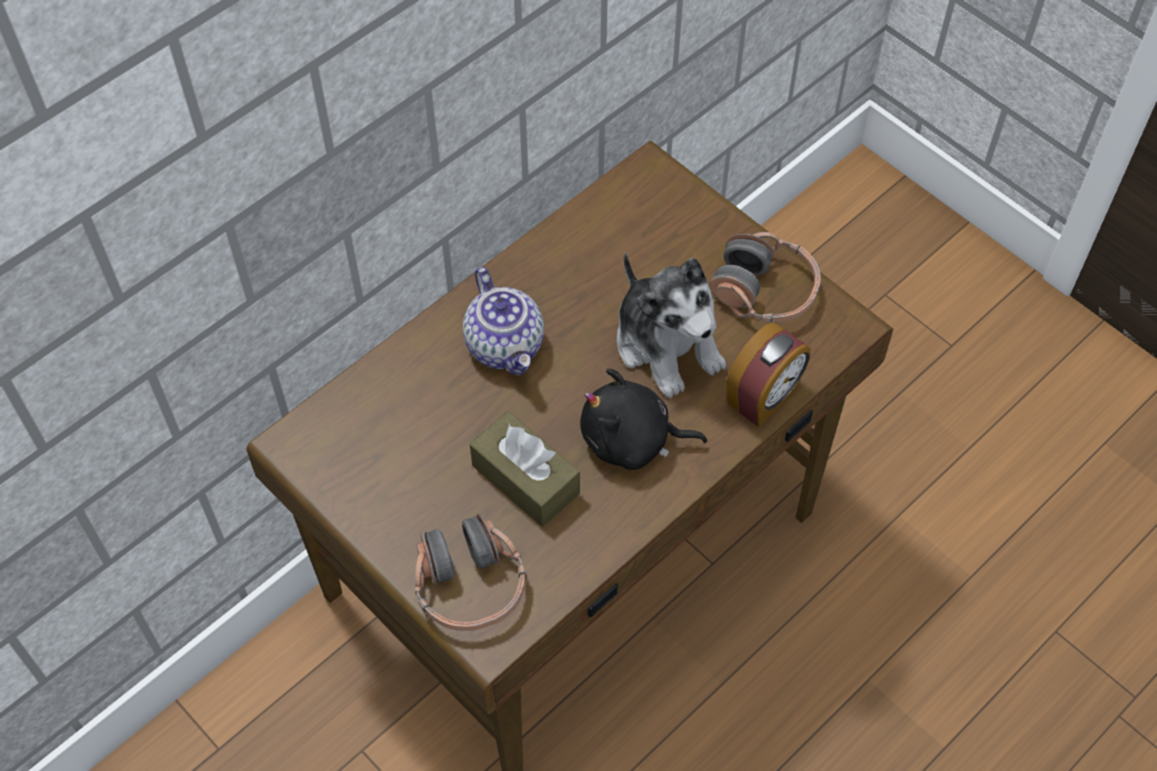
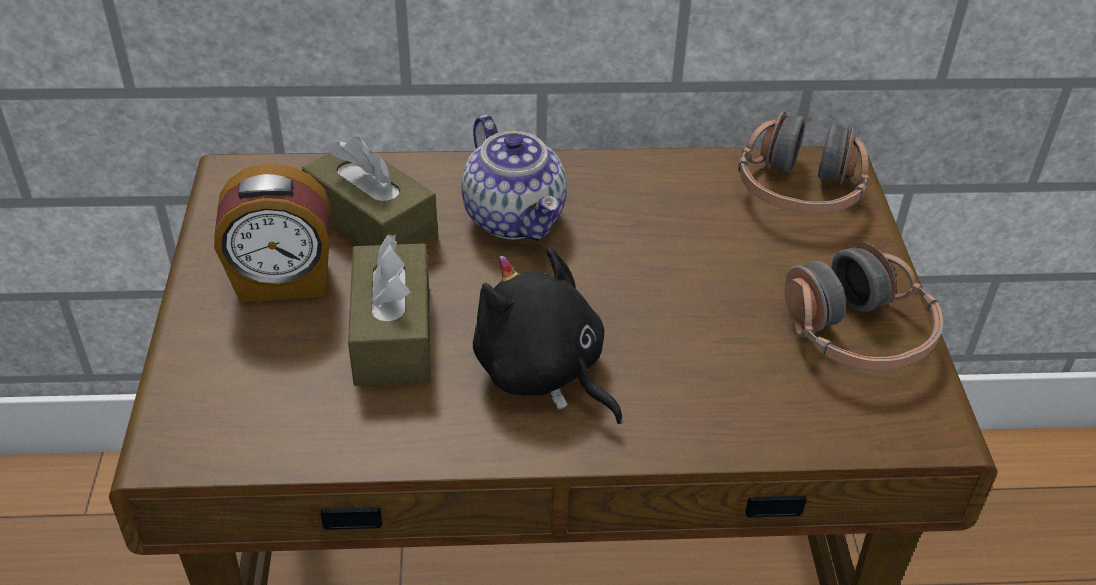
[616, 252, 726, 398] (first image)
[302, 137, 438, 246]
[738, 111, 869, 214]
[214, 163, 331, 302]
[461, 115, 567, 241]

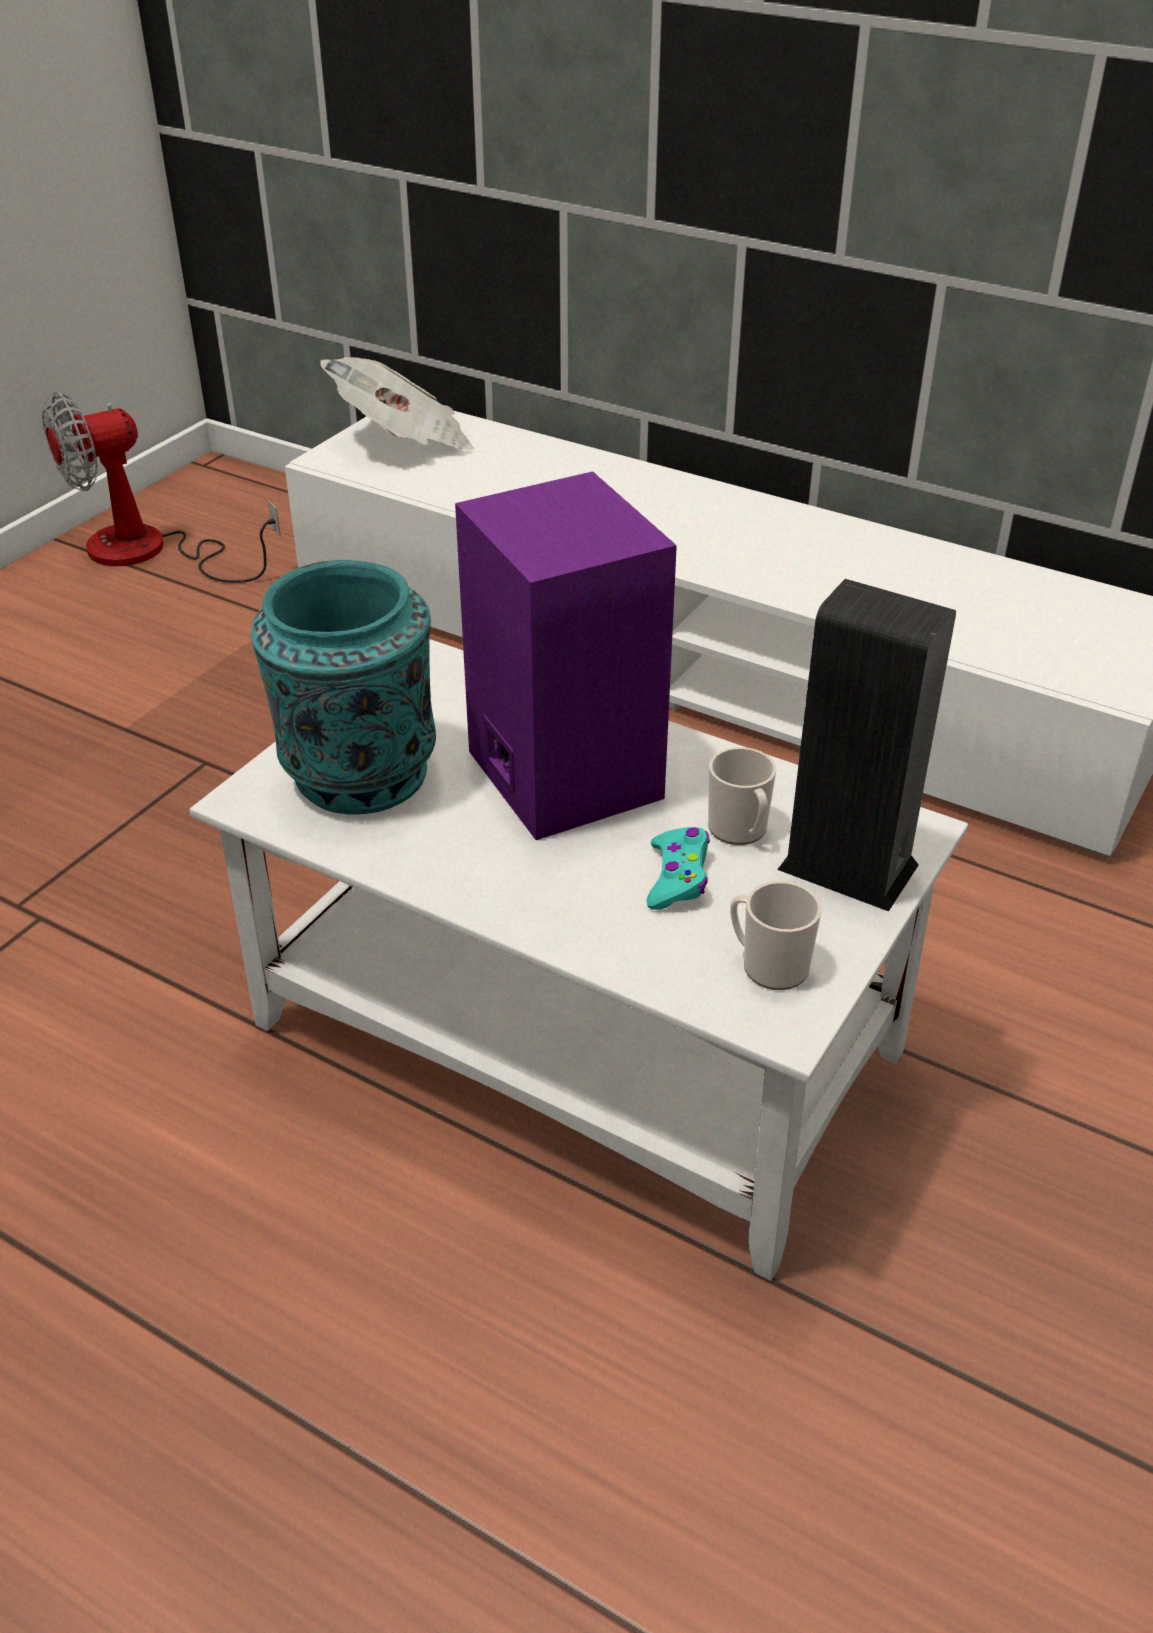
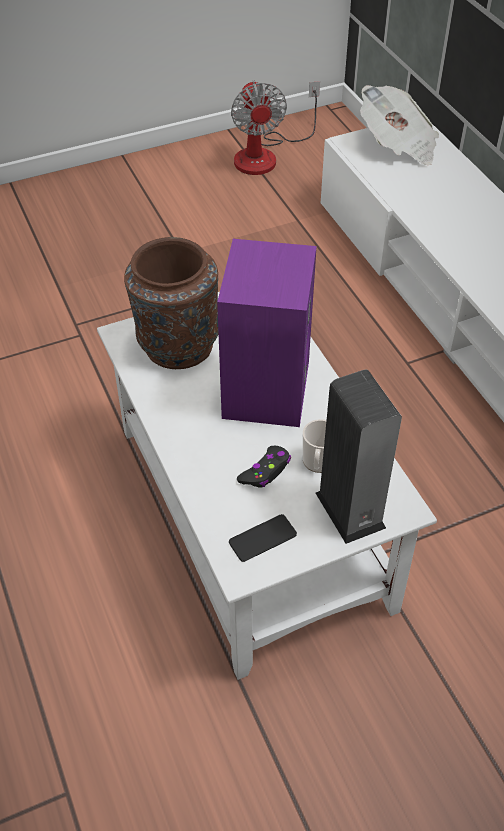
[229, 514, 297, 562]
[124, 237, 218, 369]
[237, 446, 291, 487]
[231, 80, 320, 175]

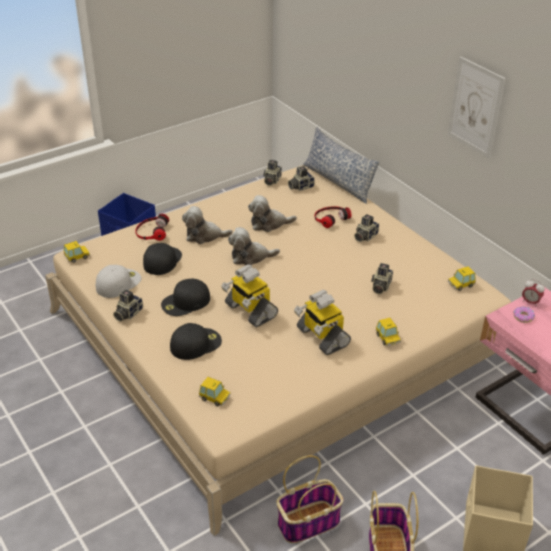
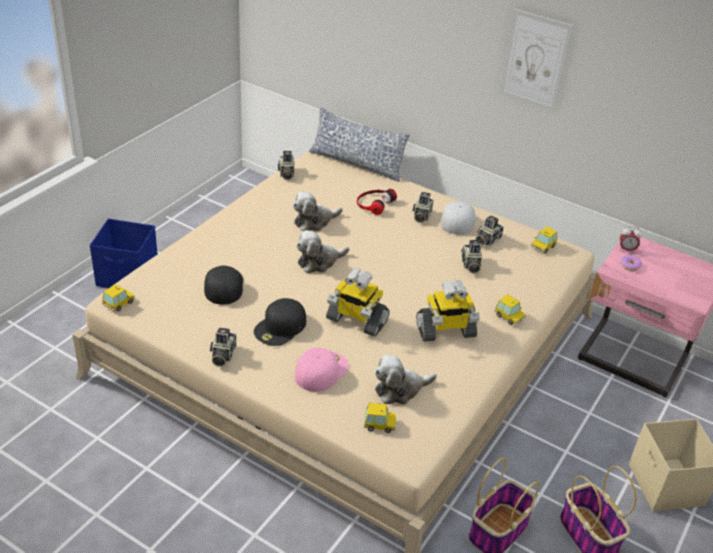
[135, 214, 169, 241] (first image)
[441, 202, 477, 235]
[375, 354, 437, 404]
[475, 215, 504, 246]
[295, 348, 349, 392]
[416, 280, 480, 342]

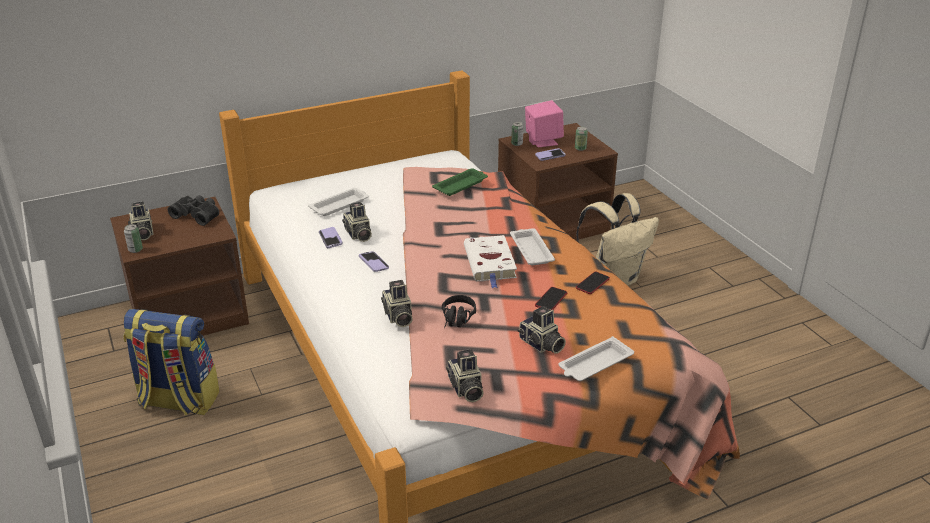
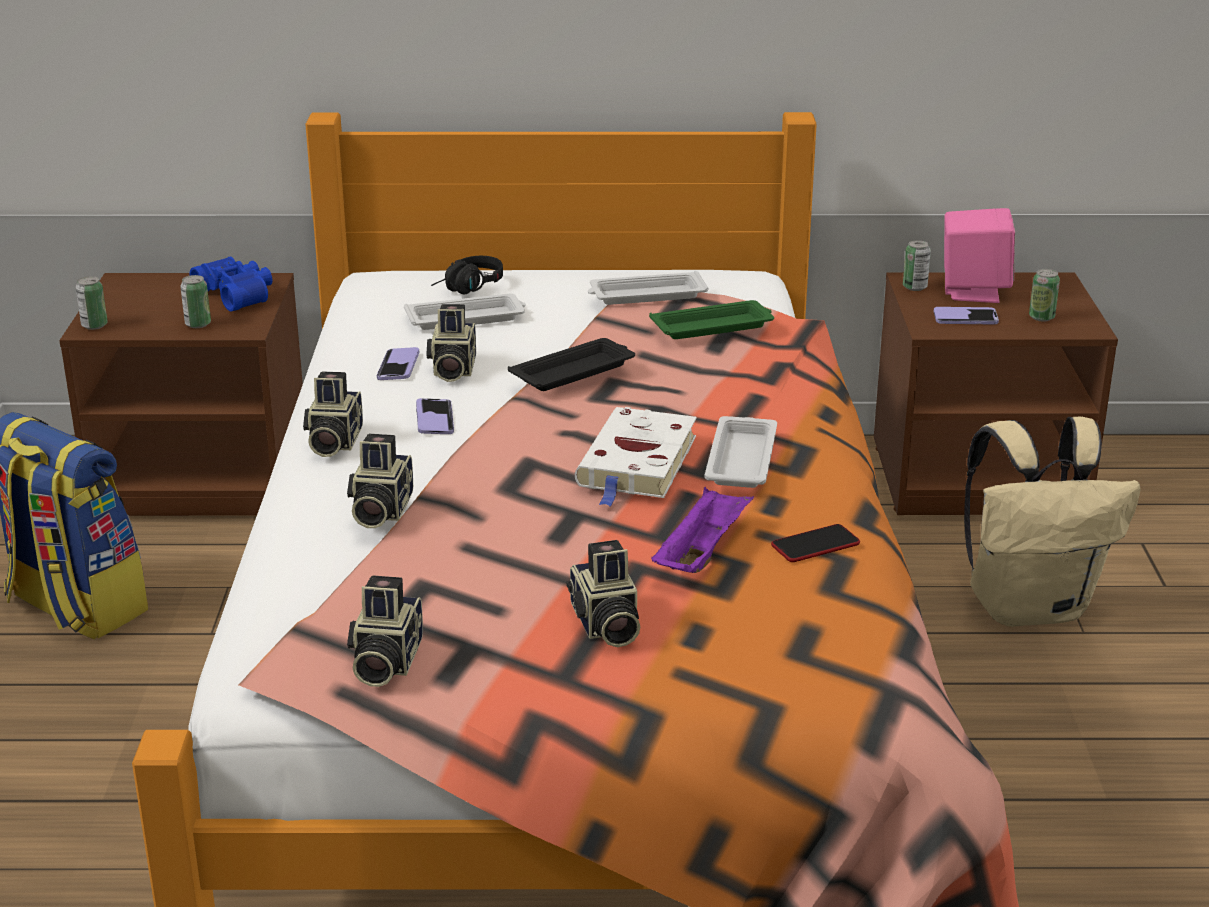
[180, 275, 211, 328]
[508, 338, 635, 391]
[303, 371, 363, 457]
[431, 256, 503, 295]
[588, 271, 709, 305]
[651, 487, 754, 573]
[189, 256, 272, 312]

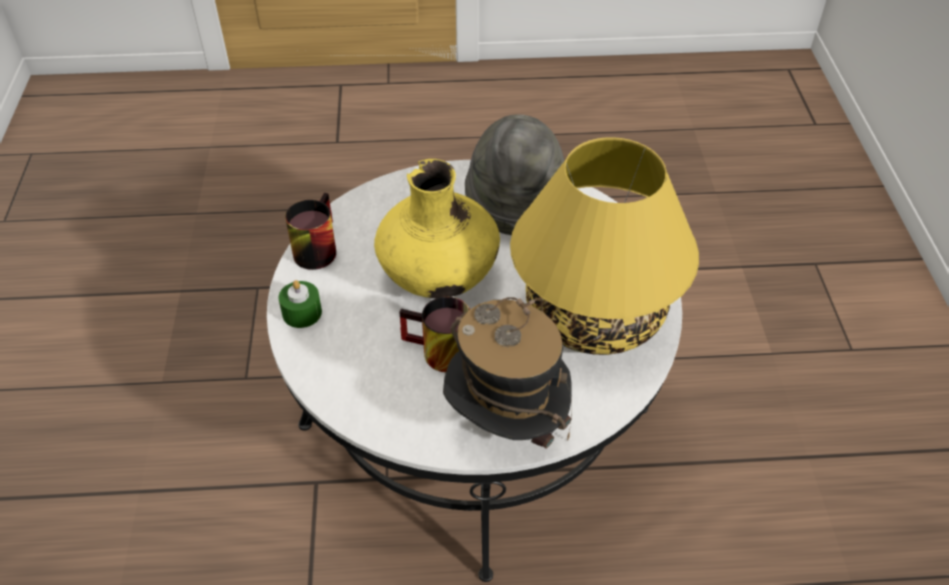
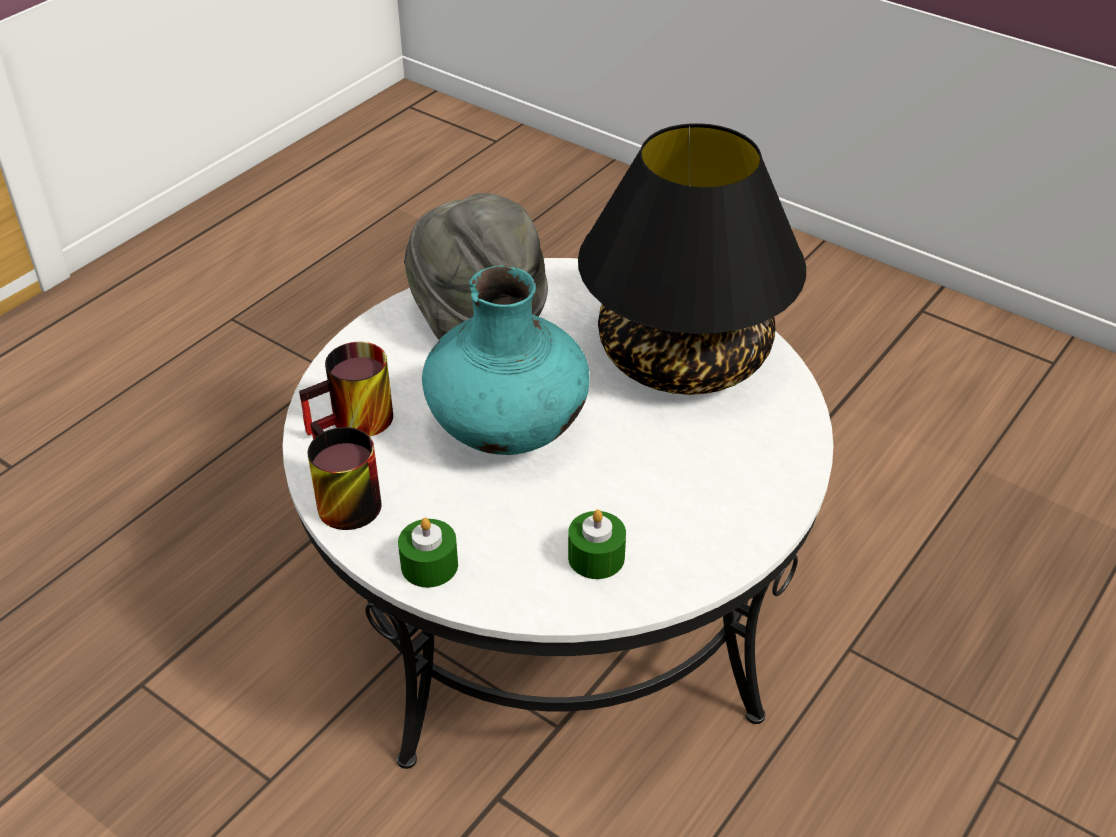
[443, 298, 572, 449] (first image)
[568, 509, 626, 579]
[299, 342, 393, 436]
[422, 265, 590, 455]
[578, 123, 806, 395]

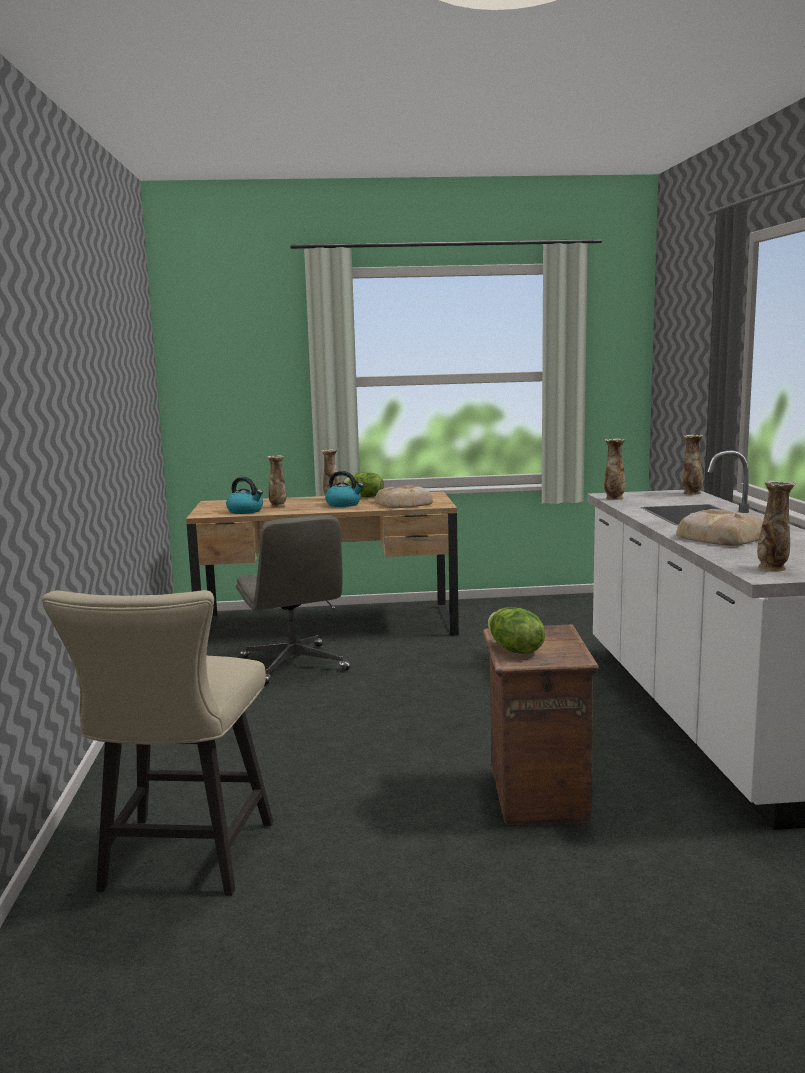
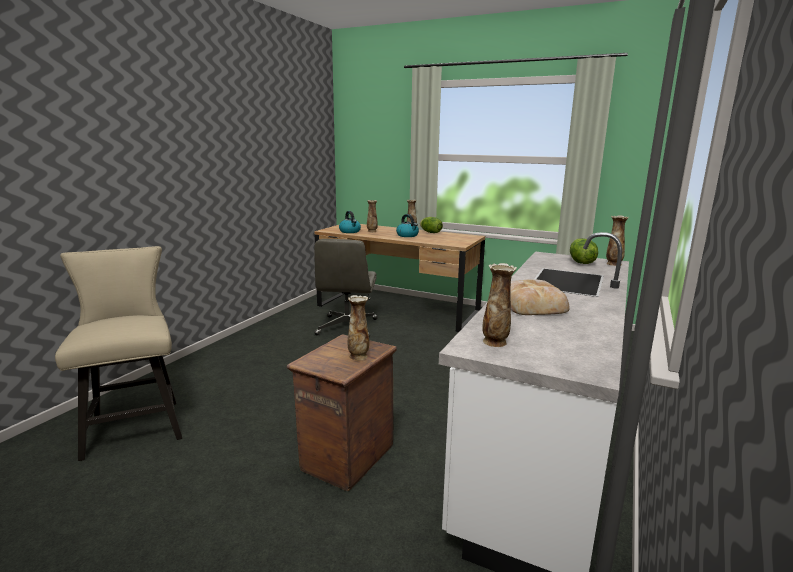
[375, 485, 433, 508] (first image)
[570, 238, 598, 264]
[348, 295, 369, 360]
[55, 246, 182, 461]

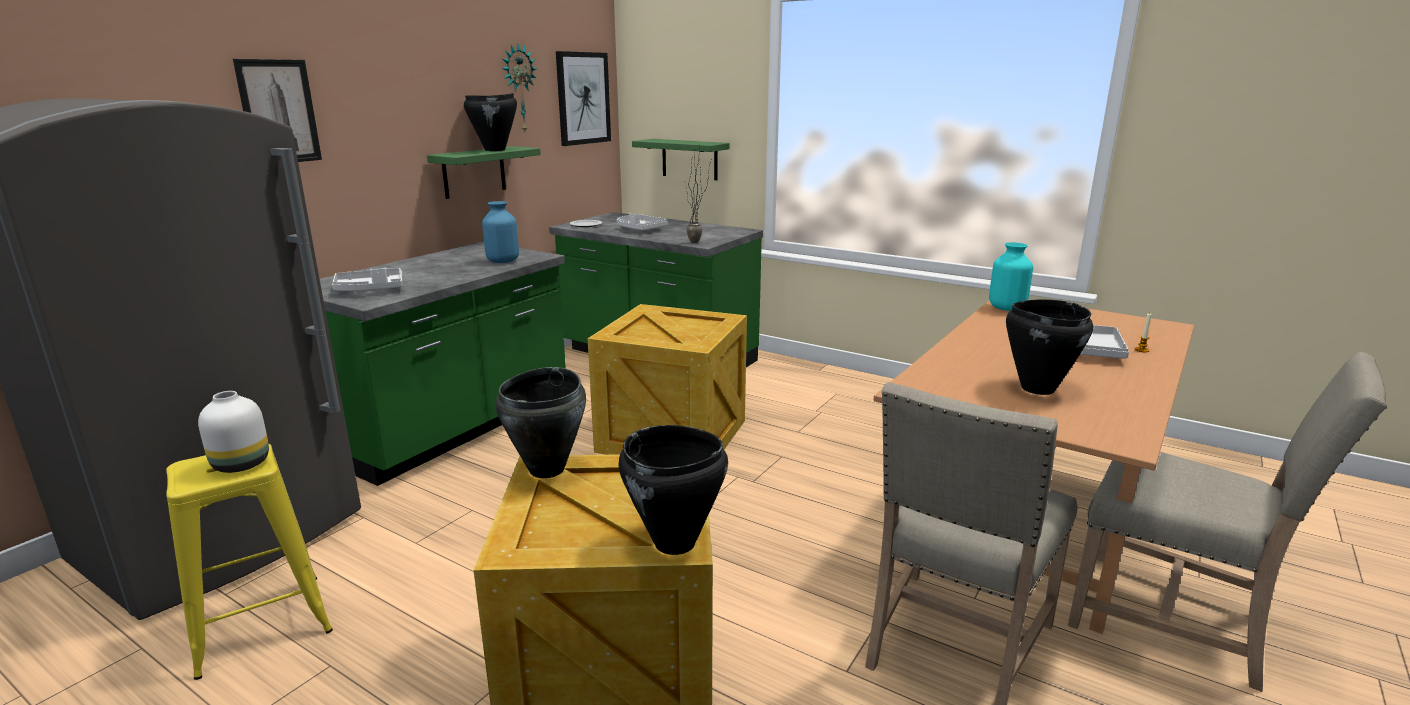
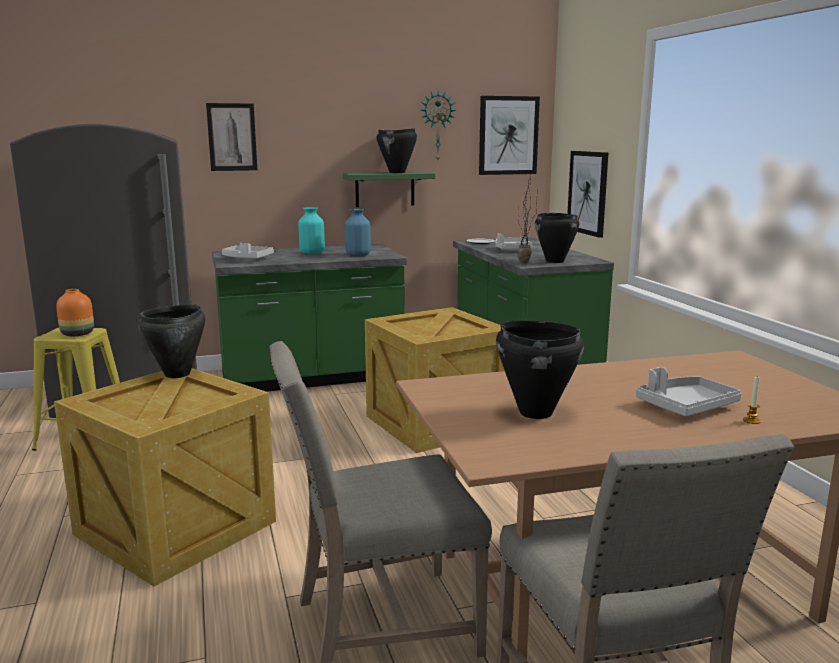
[535, 213, 579, 263]
[298, 207, 325, 254]
[567, 151, 608, 238]
[56, 289, 94, 336]

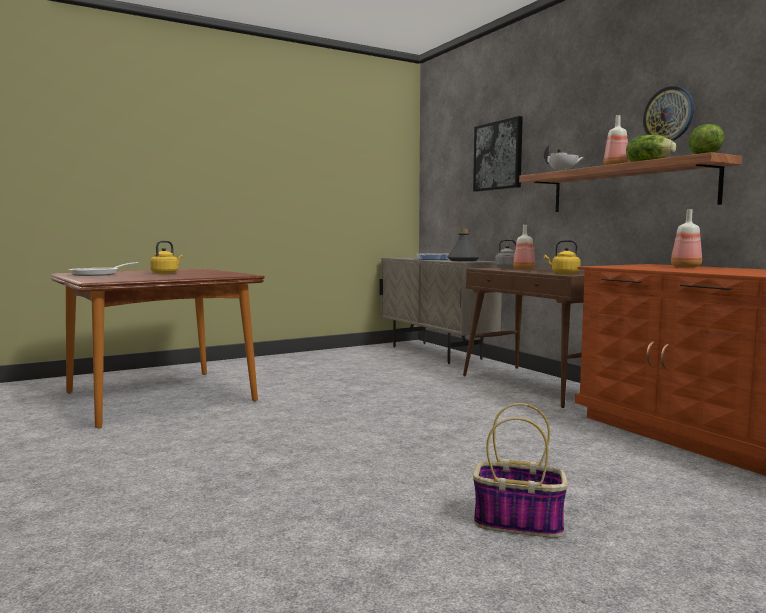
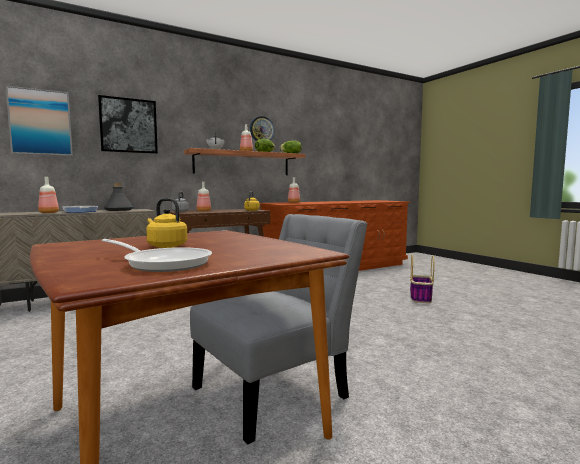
[5, 85, 73, 156]
[38, 177, 59, 213]
[190, 214, 367, 445]

